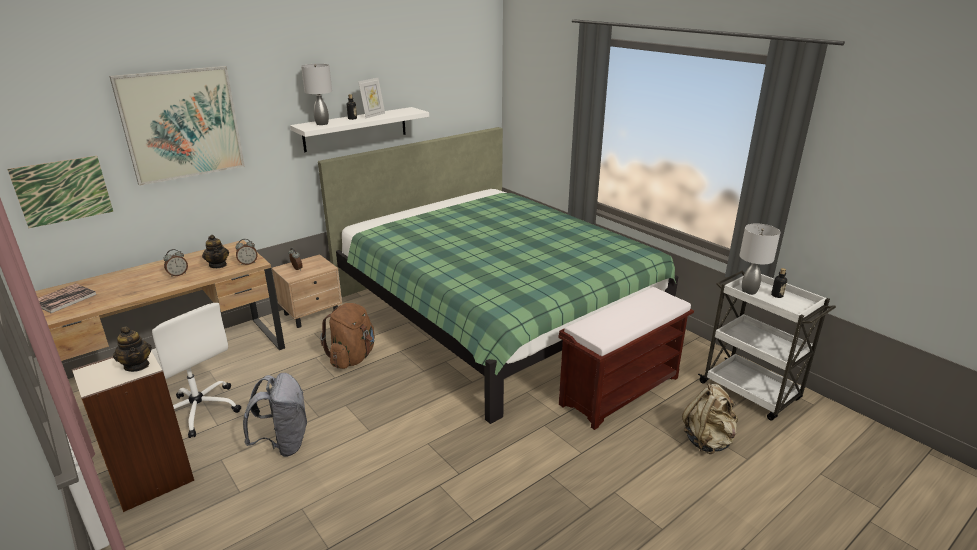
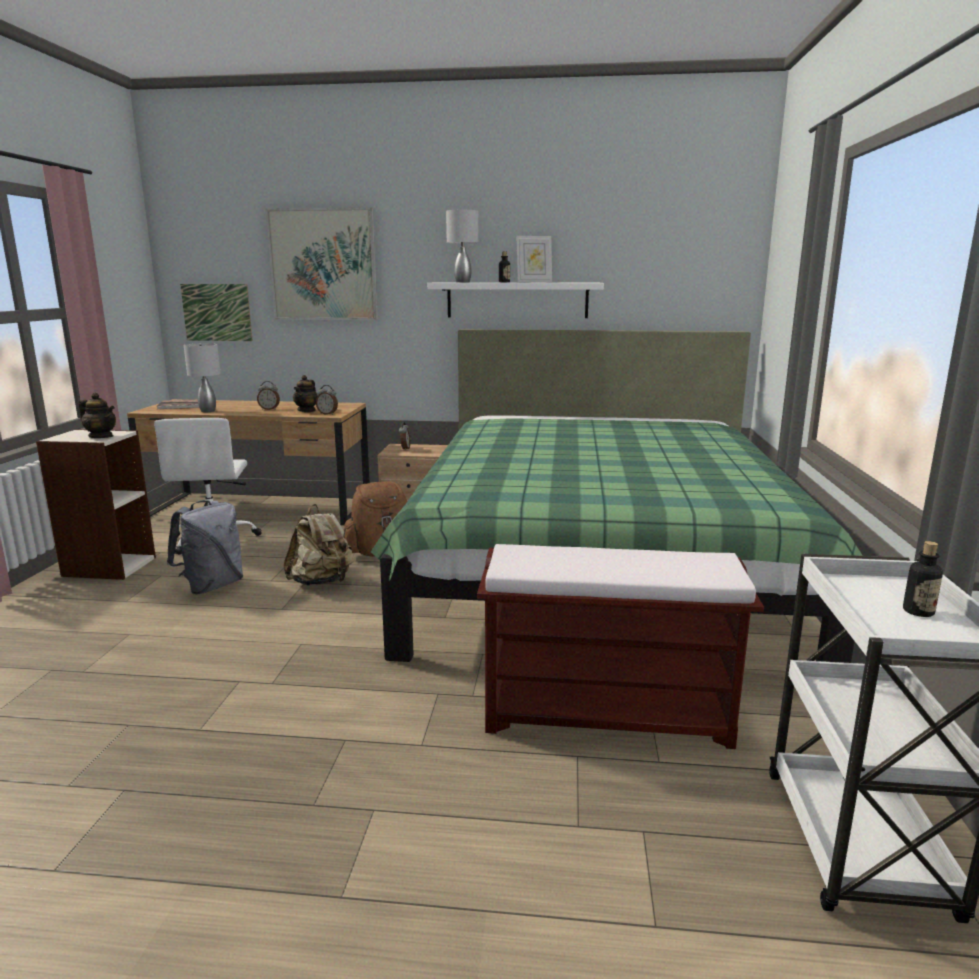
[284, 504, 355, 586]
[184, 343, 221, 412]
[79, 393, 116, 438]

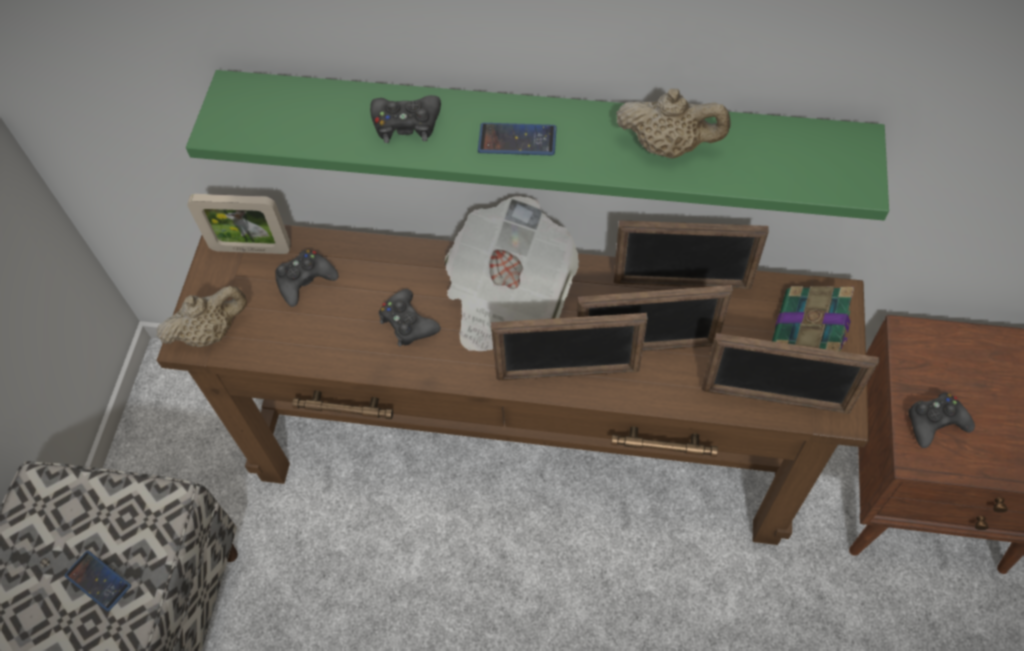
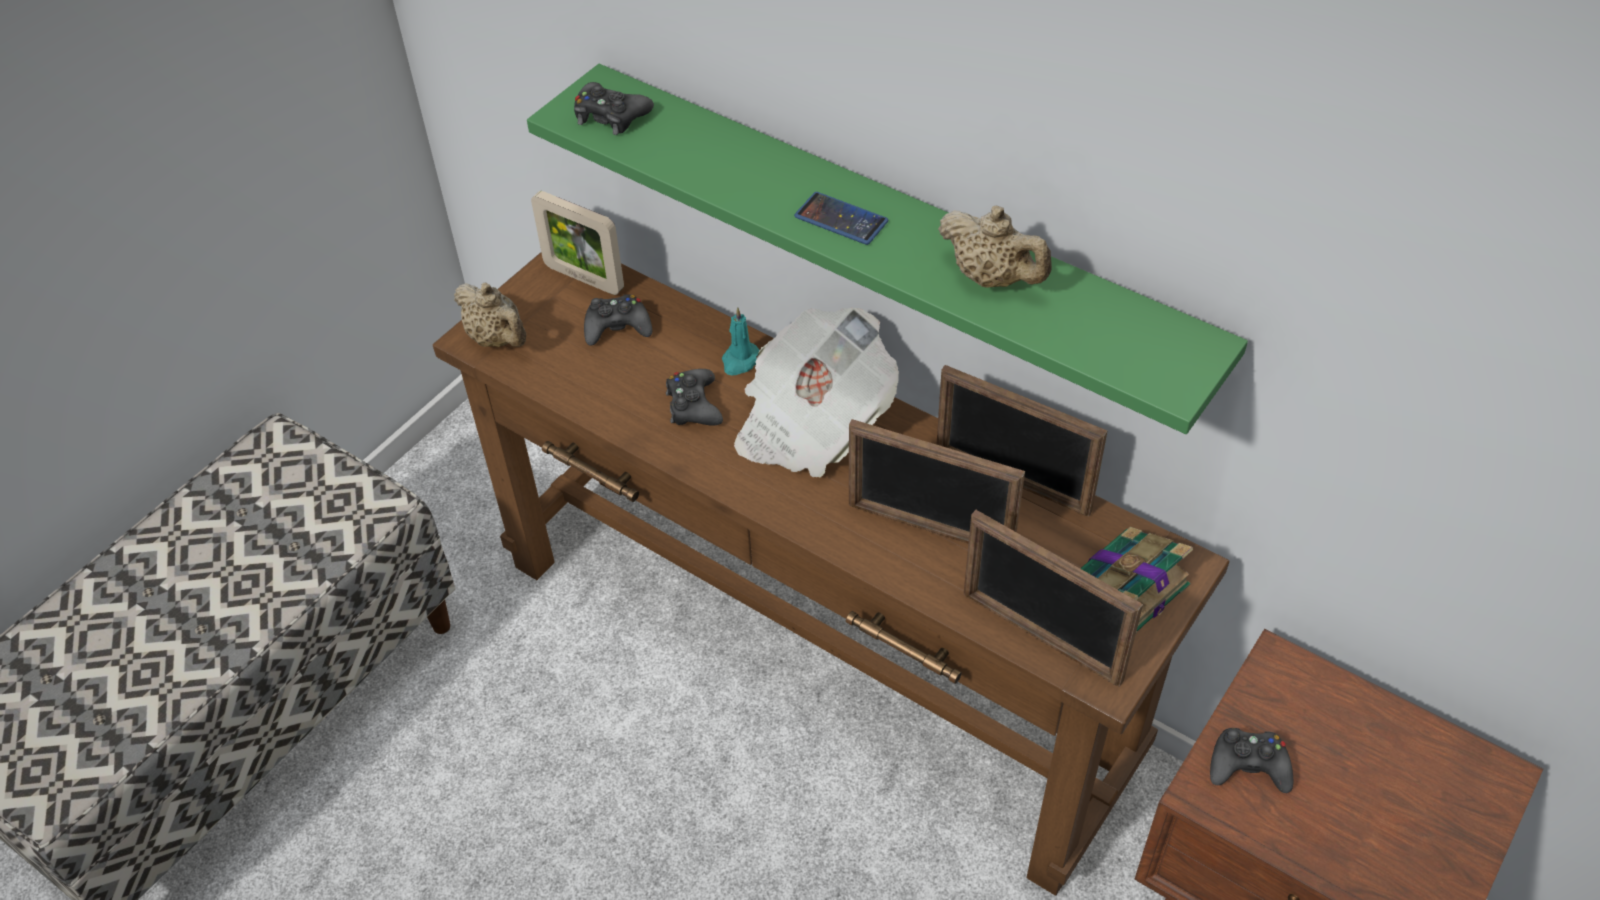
[65, 551, 131, 611] (first image)
[491, 313, 648, 381] (first image)
[722, 307, 759, 376]
[574, 82, 654, 135]
[454, 282, 526, 347]

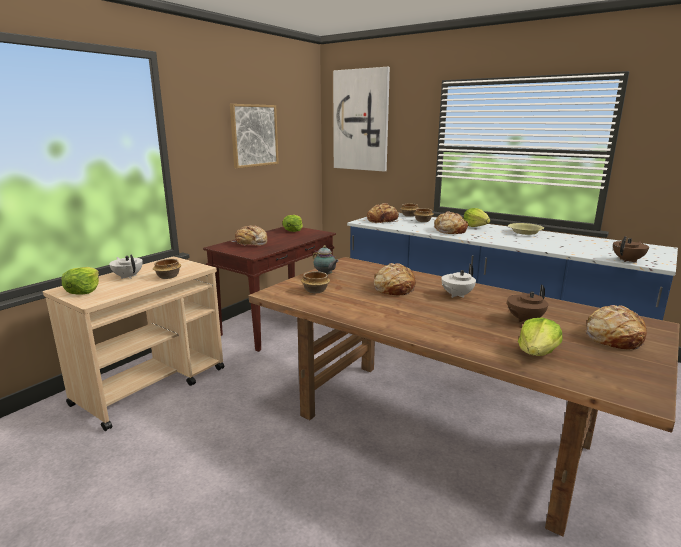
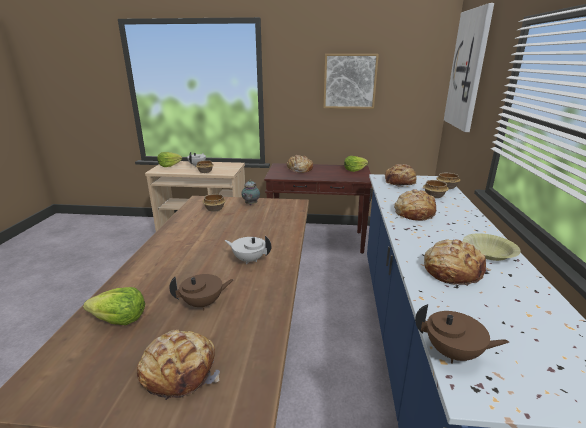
[463, 208, 490, 227] (first image)
[424, 239, 491, 286]
[169, 274, 234, 311]

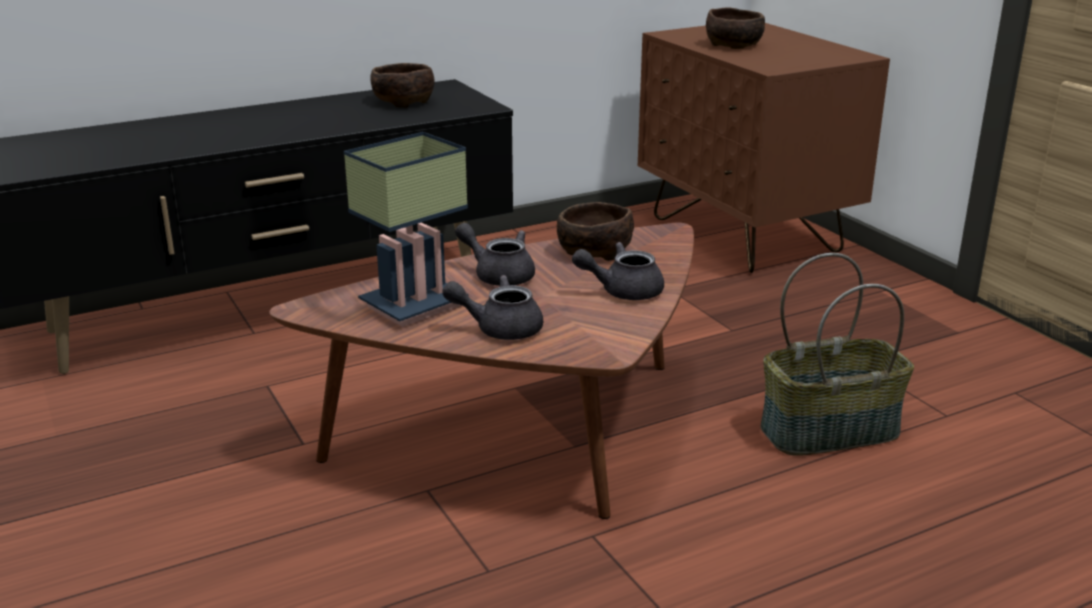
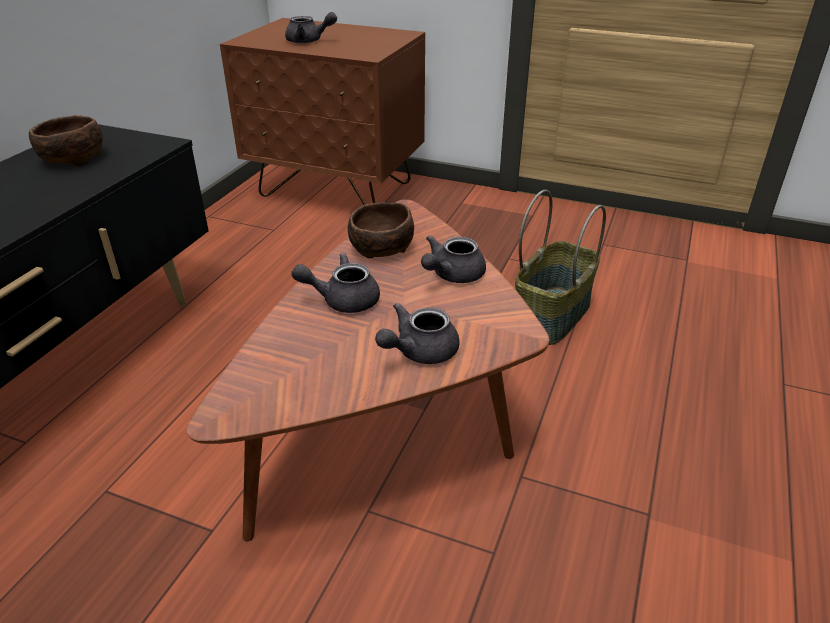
[344, 132, 468, 327] (first image)
[285, 12, 337, 44]

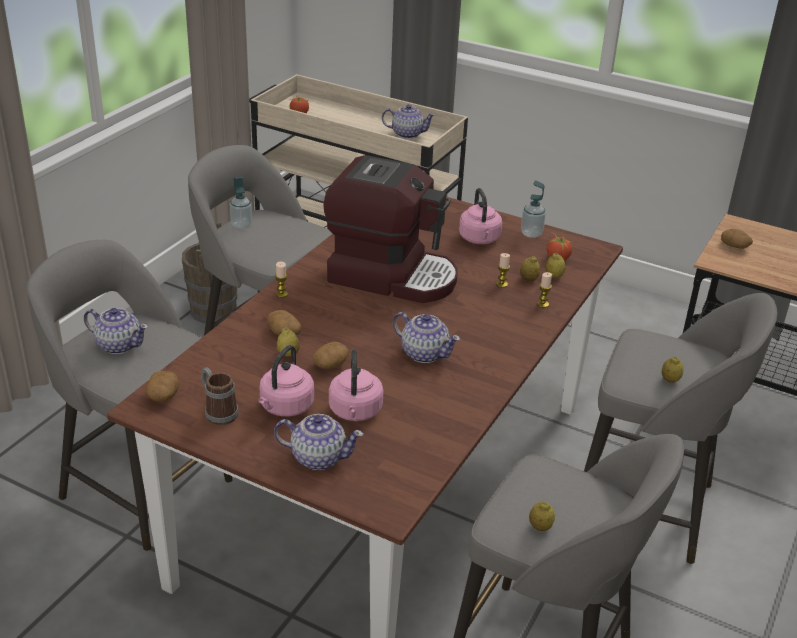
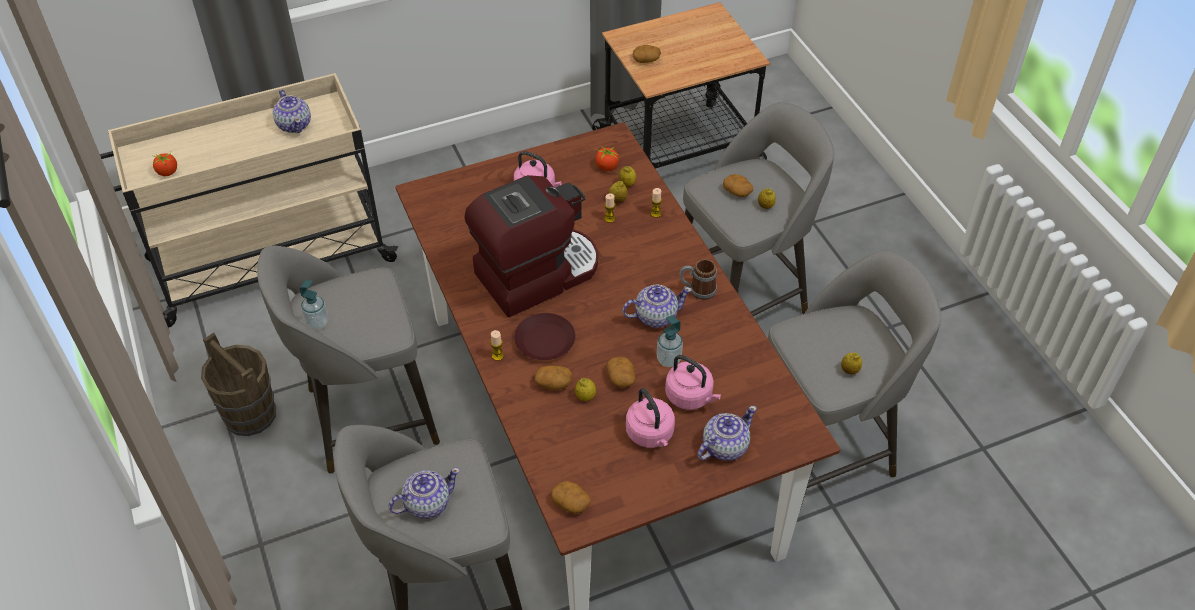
[514, 313, 576, 360]
[723, 174, 753, 197]
[679, 259, 717, 300]
[657, 315, 683, 367]
[273, 90, 311, 133]

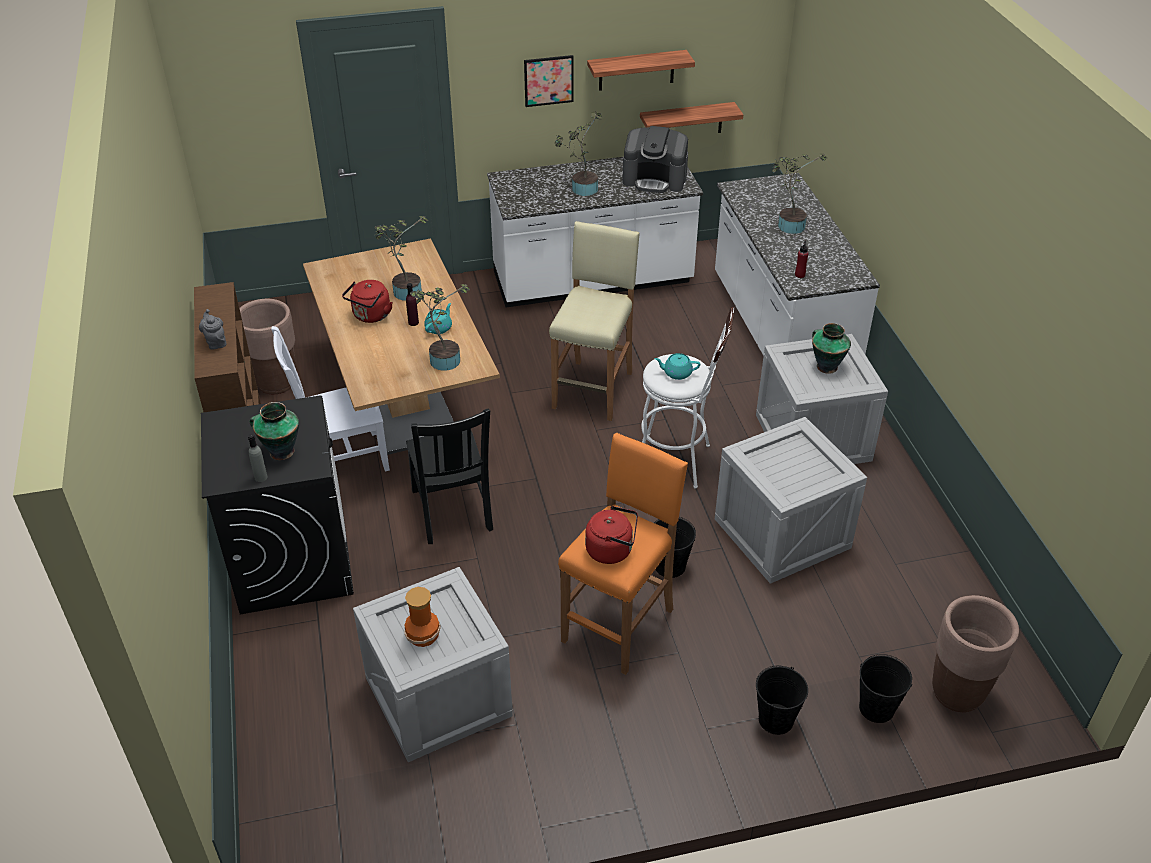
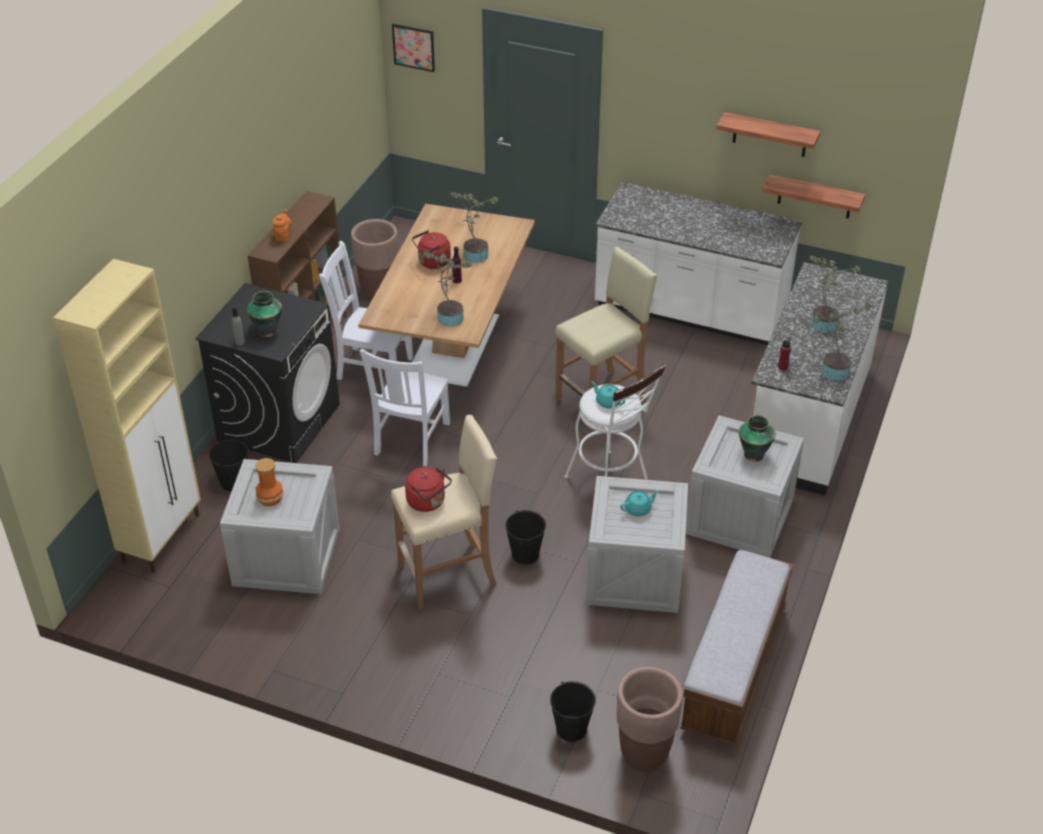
[622, 126, 688, 193] (first image)
[53, 259, 201, 573]
[680, 549, 793, 746]
[620, 490, 659, 516]
[392, 24, 435, 72]
[813, 301, 872, 381]
[209, 439, 248, 491]
[273, 209, 292, 242]
[360, 349, 450, 466]
[391, 415, 497, 609]

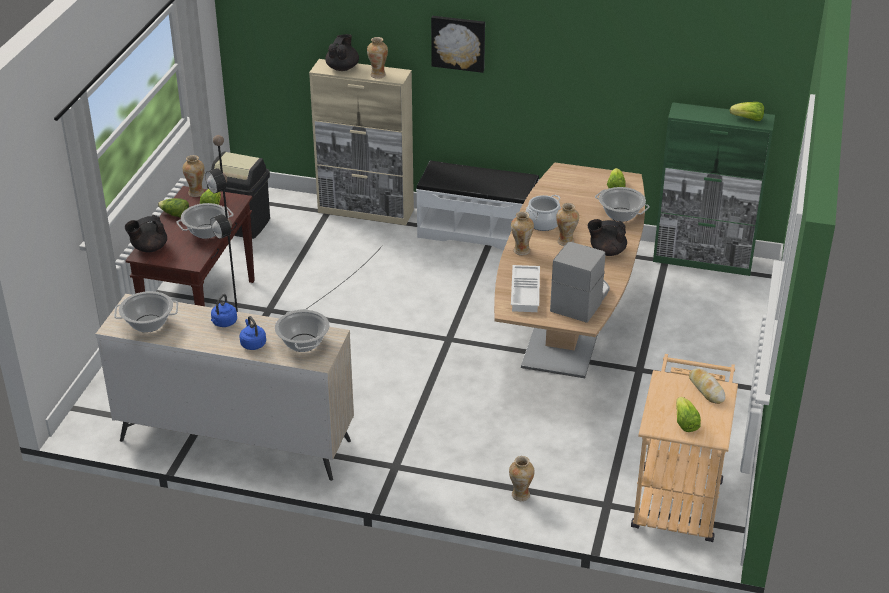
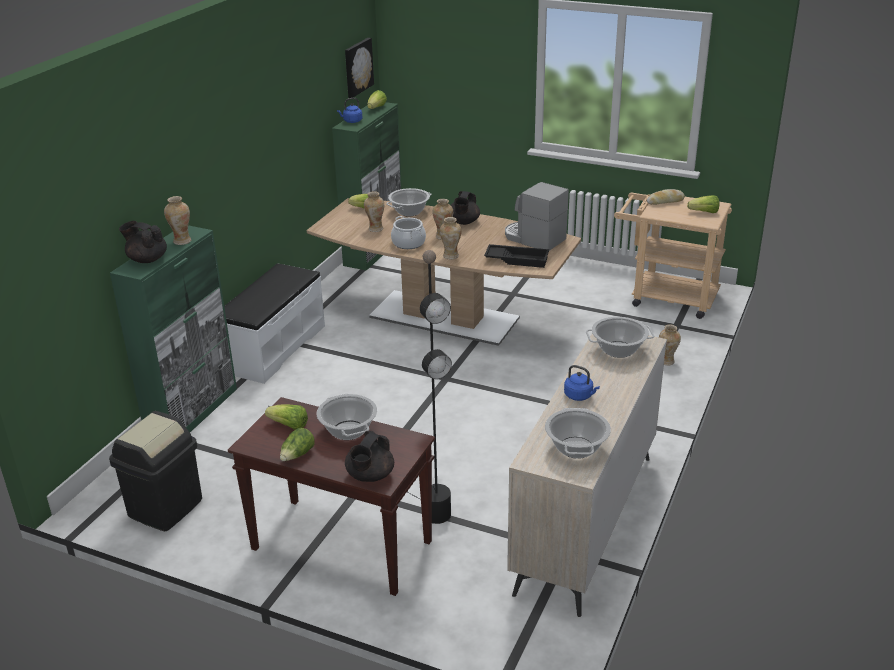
[364, 191, 384, 232]
[337, 98, 363, 123]
[345, 38, 374, 98]
[110, 225, 237, 432]
[484, 244, 549, 268]
[345, 431, 394, 482]

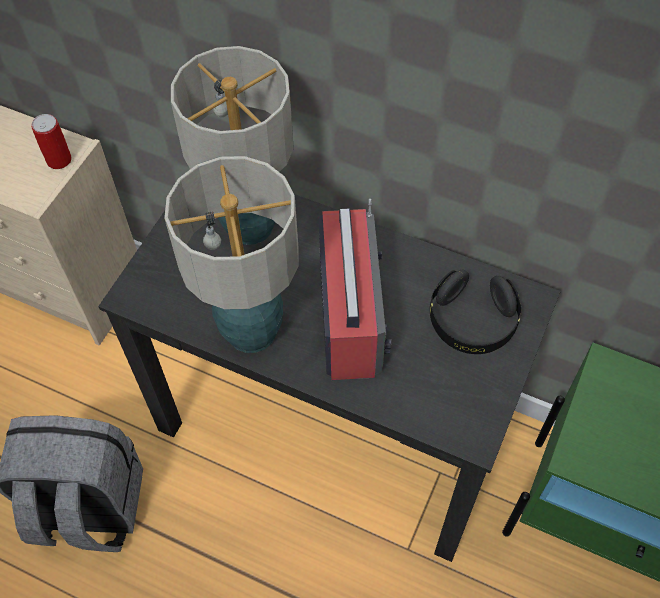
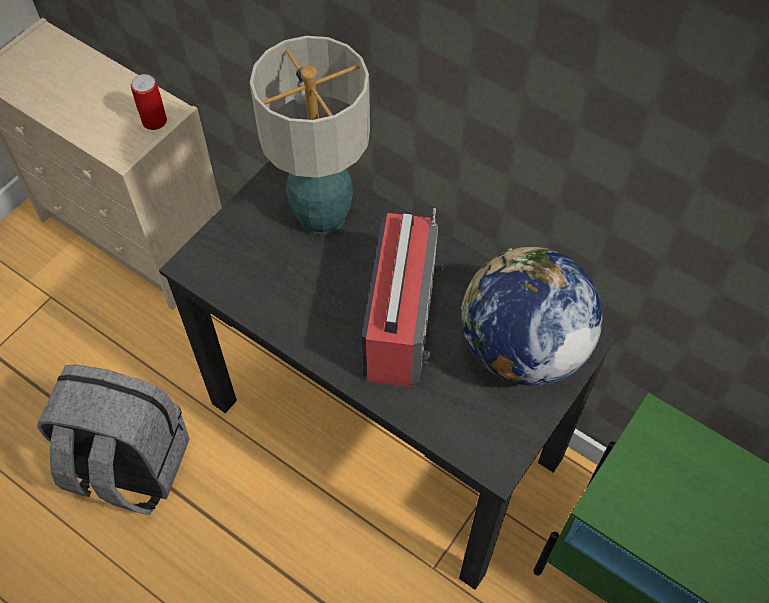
[164, 156, 299, 353] (first image)
[461, 247, 603, 386]

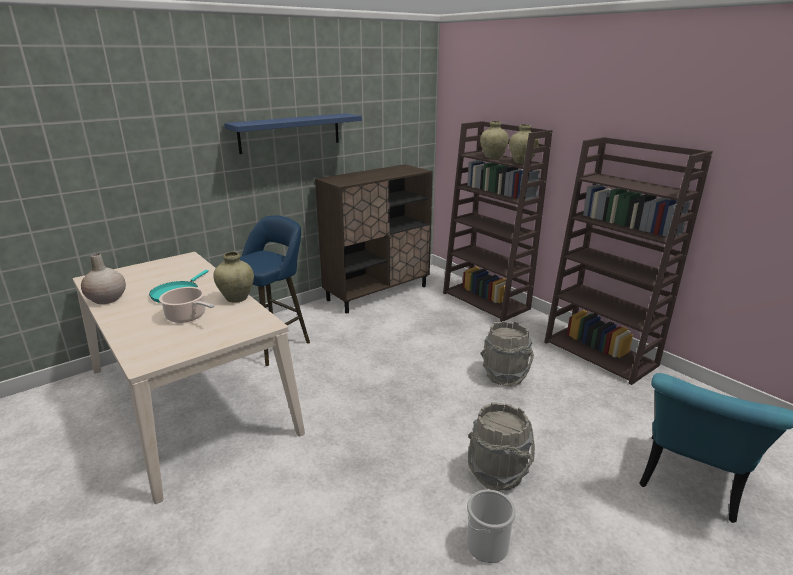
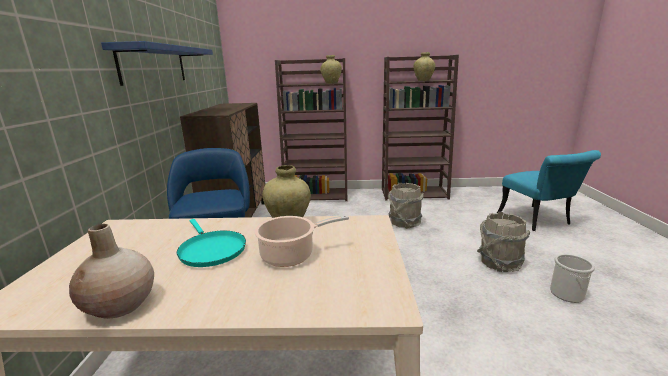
[414, 52, 435, 81]

